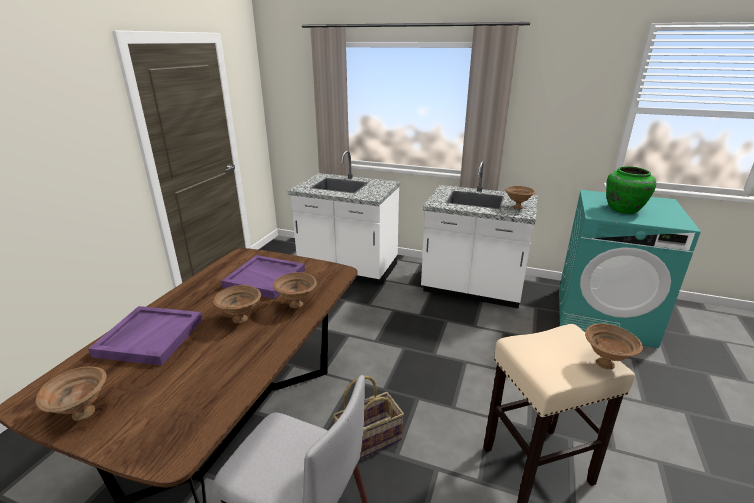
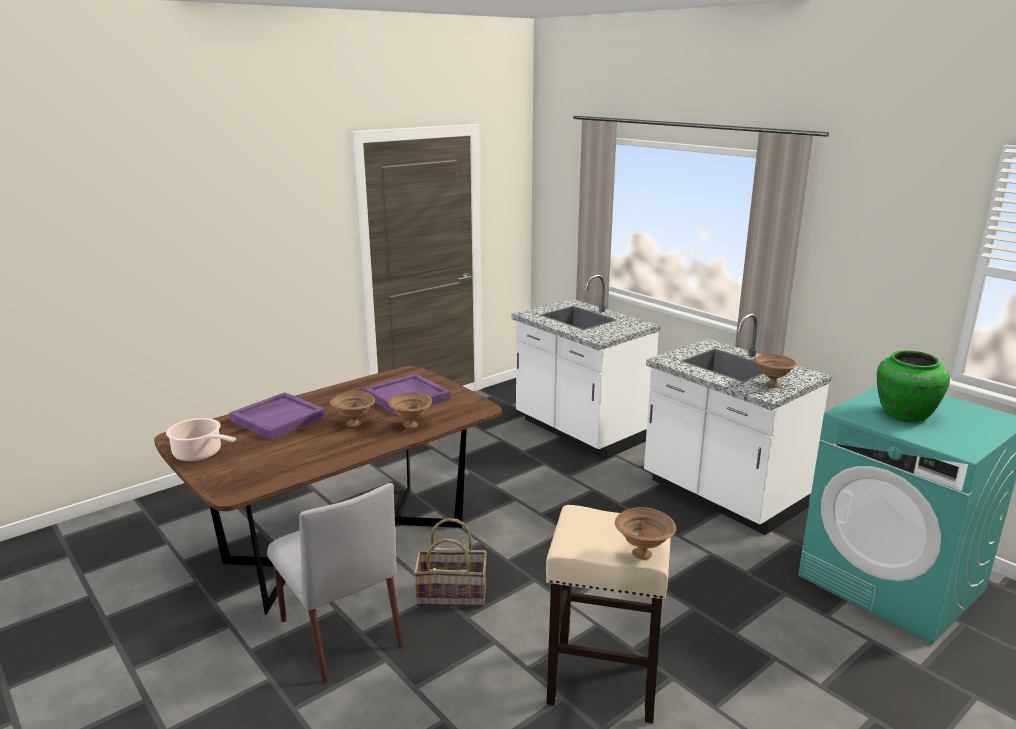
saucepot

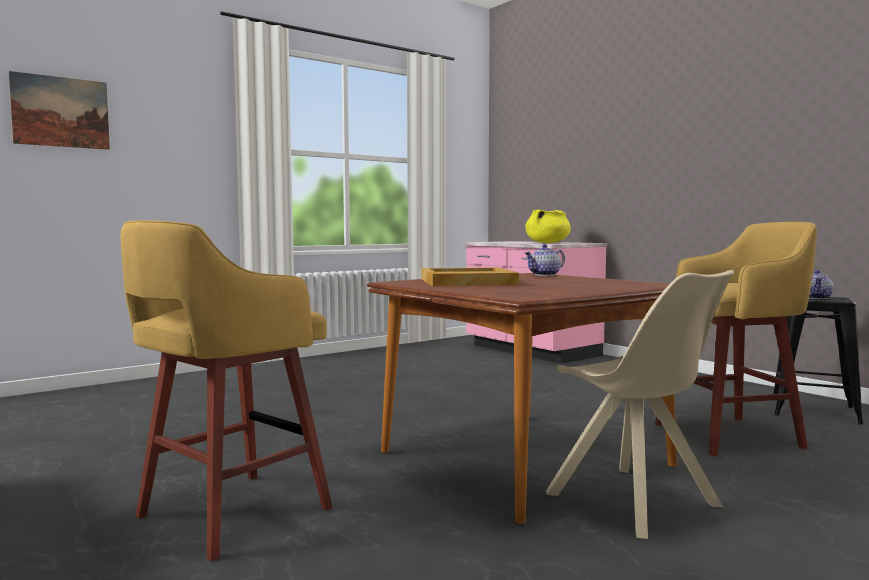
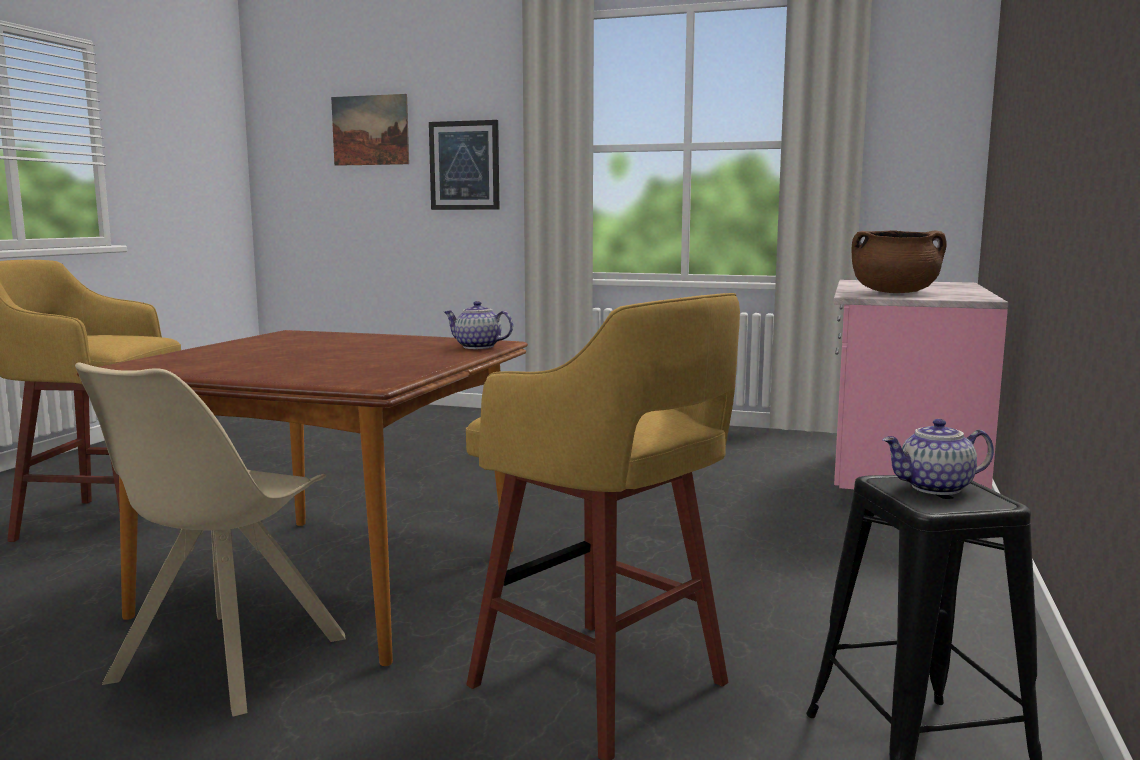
tray in beige-coloured
saucepot in brownish
wall art (2nd from left)

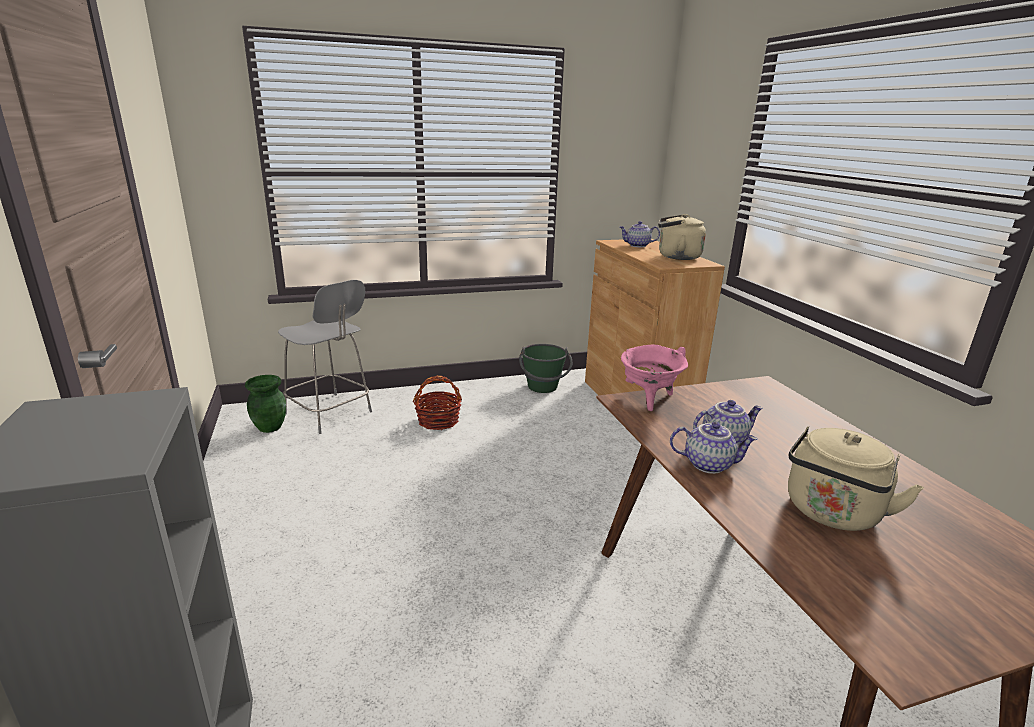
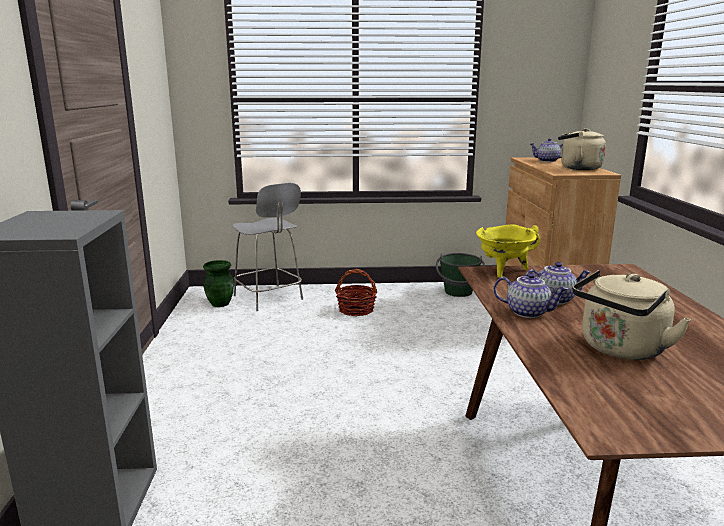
saucepot in yellow-coloured

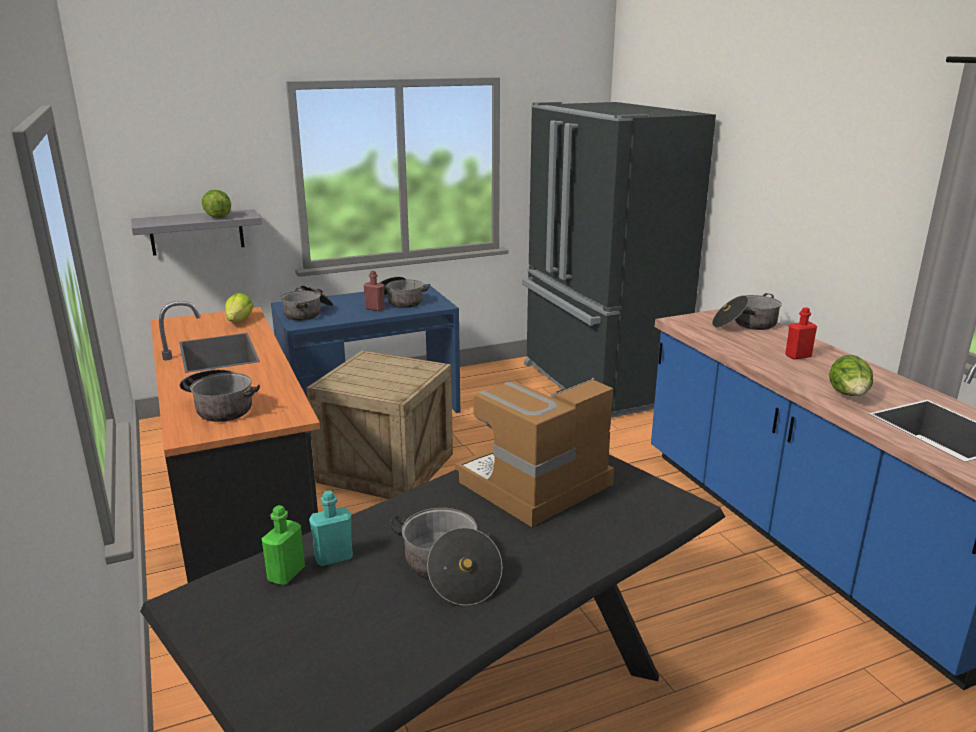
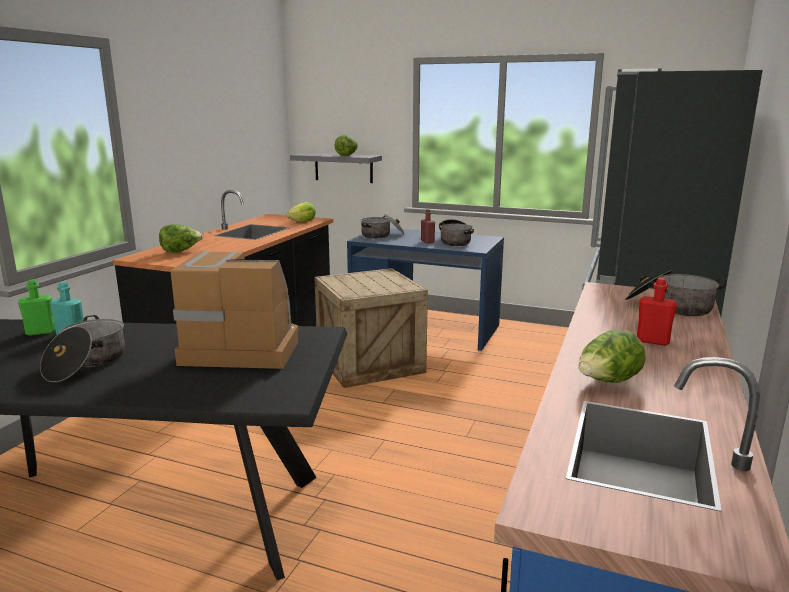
lettuce (1st from left)

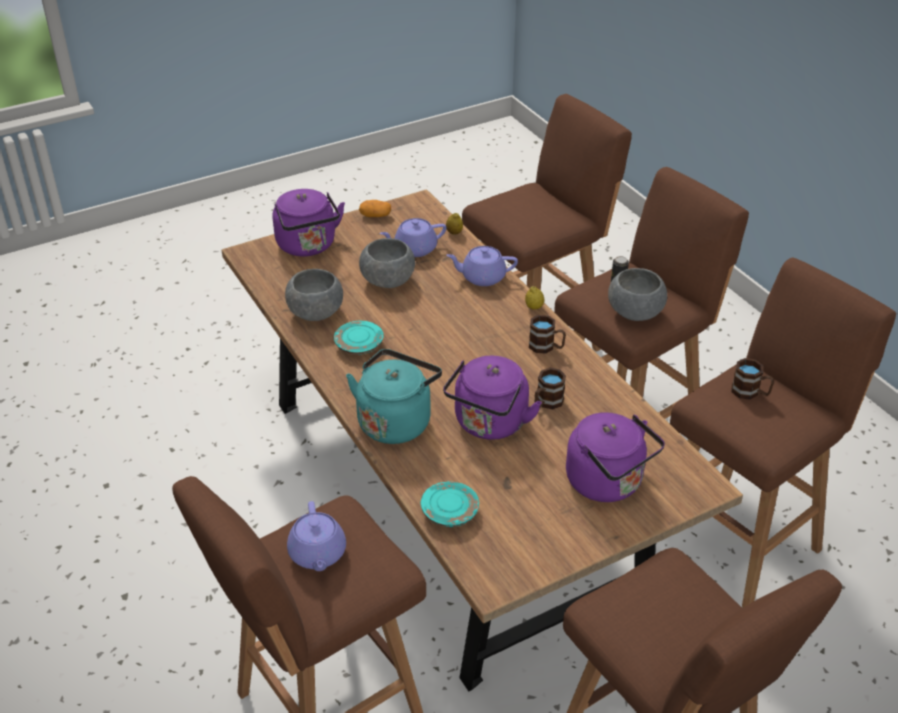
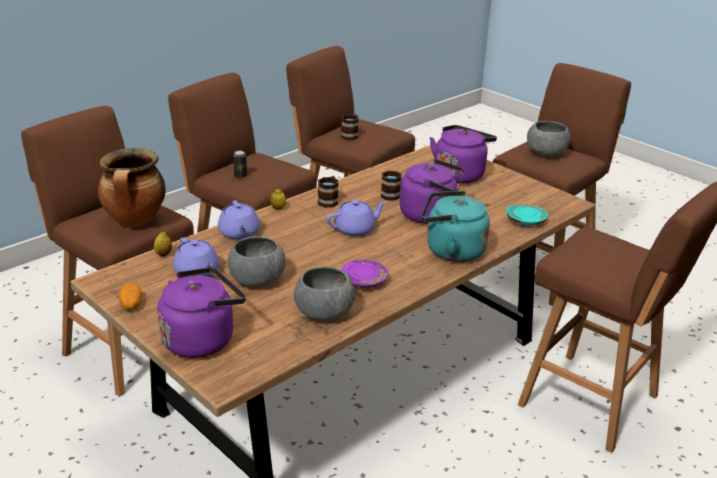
tea pot in purplish (3rd from left)
flat dish in purplish
serving bowl in greyish (3rd from left)
saucepot

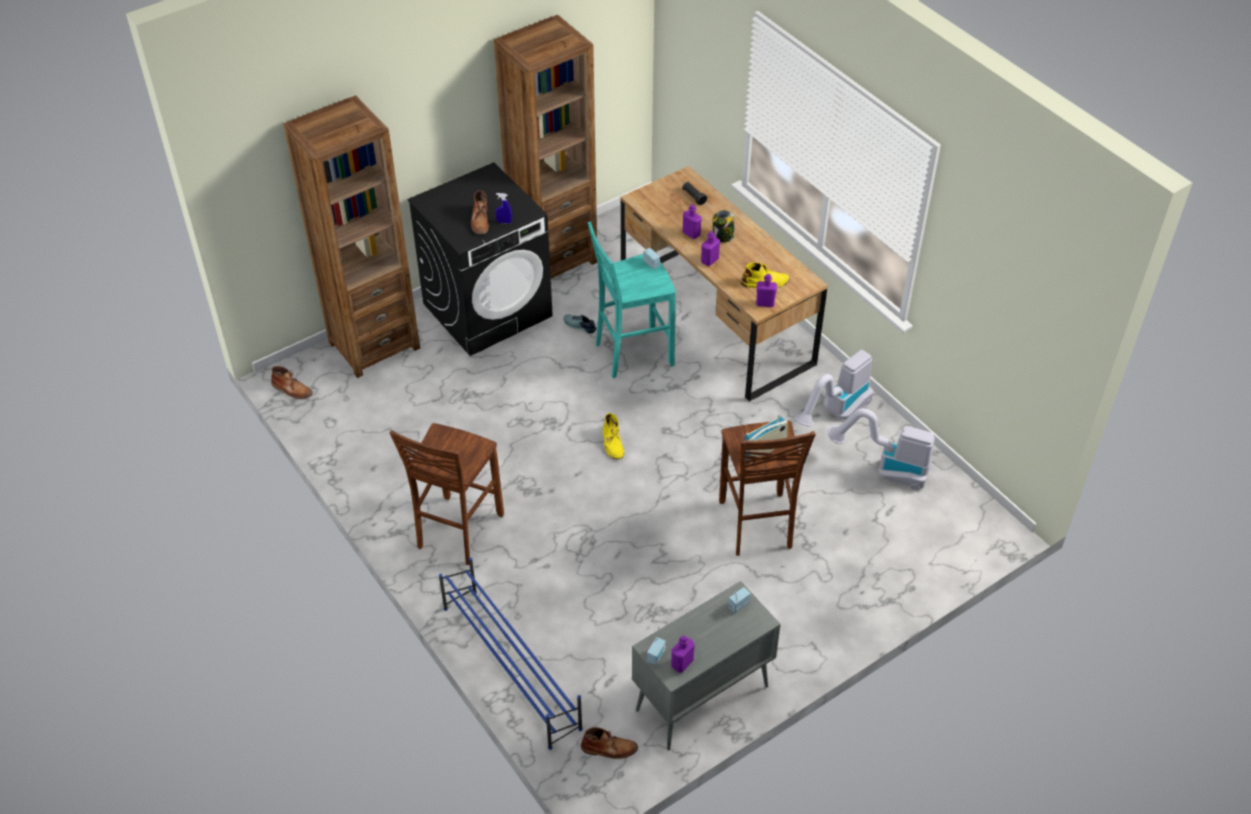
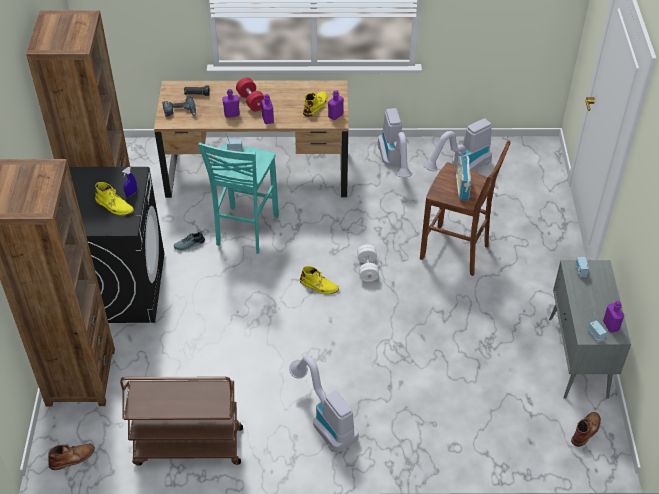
hoover (1st from left)
shoe stand in blue-coloured
boot in yellow-coloured (1st from left)
hand weight in red-coloured
trolley in brownish
power drill
hand weight in white

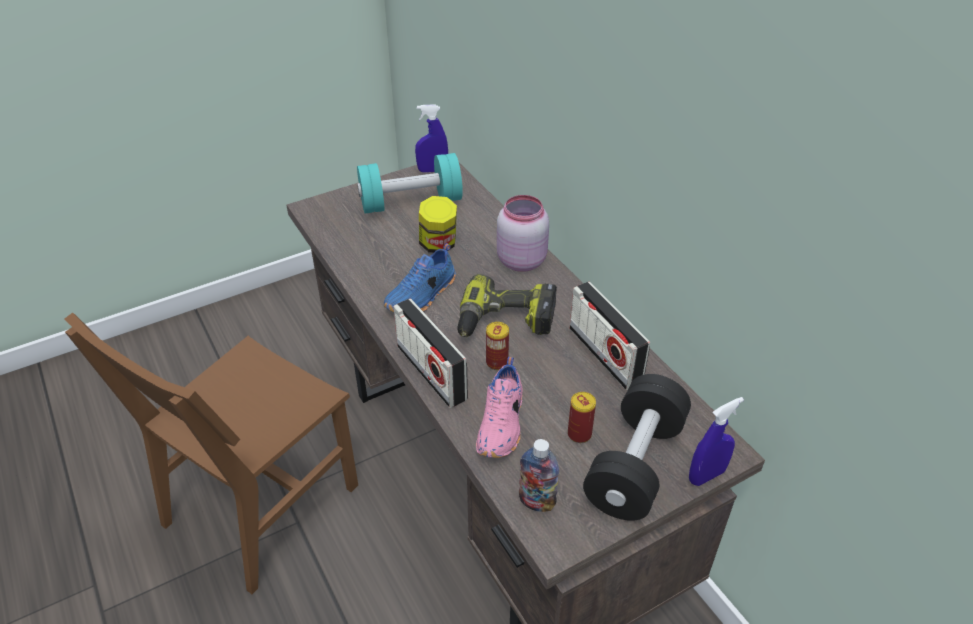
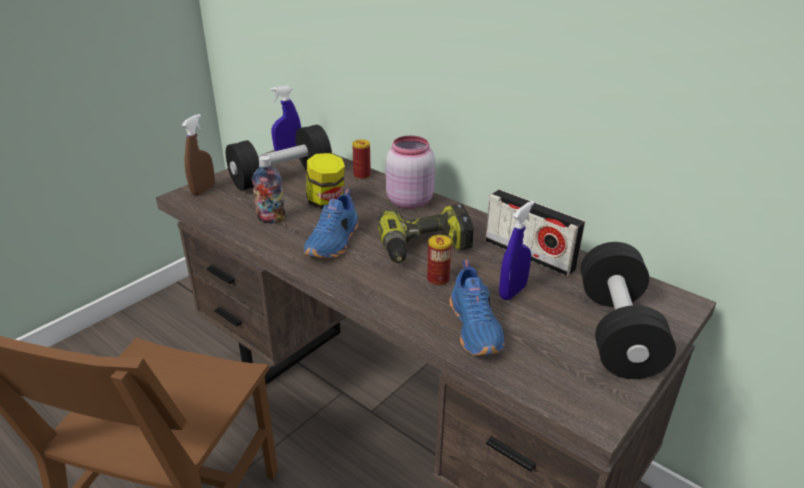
hand weight in black (1st from left)
radio receiver (1st from left in the first image)
low shoe in blue-coloured (2nd from left)
bottle
can (1st from left)
hand sprayer in blue-coloured (2nd from left)
hand sprayer in brownish

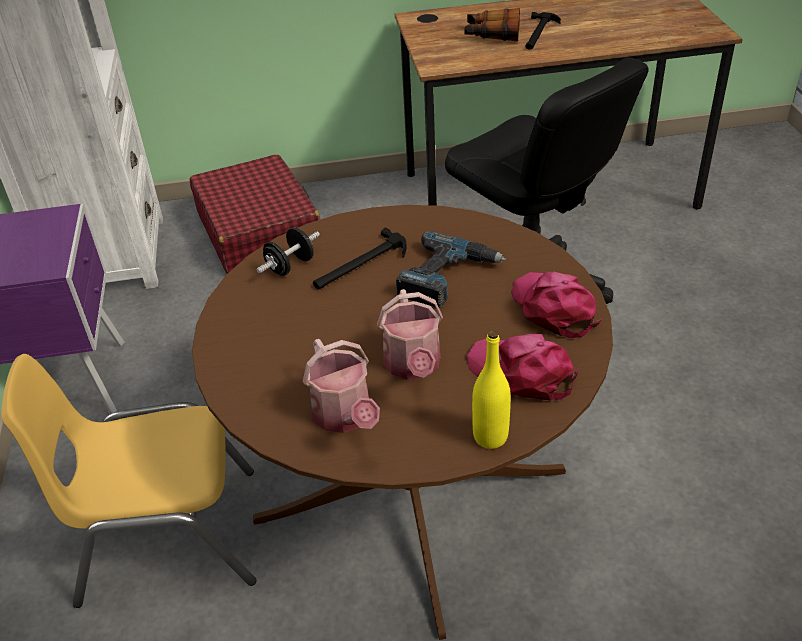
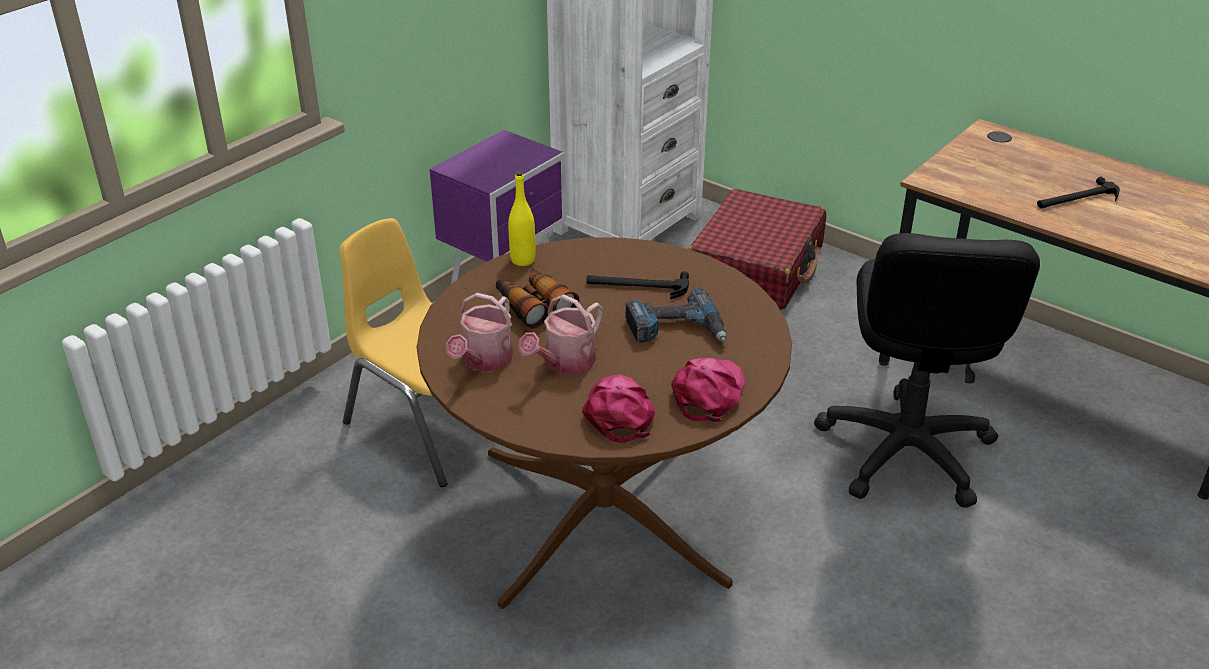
hand weight in black
binoculars
bottle in yellow-coloured

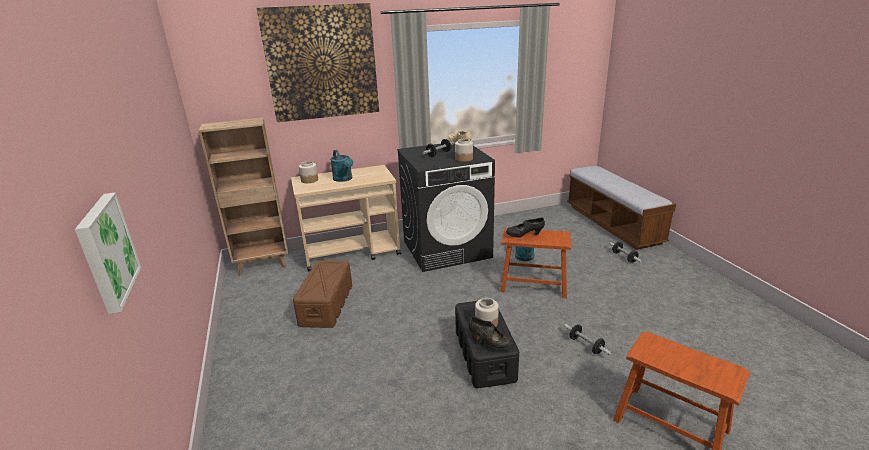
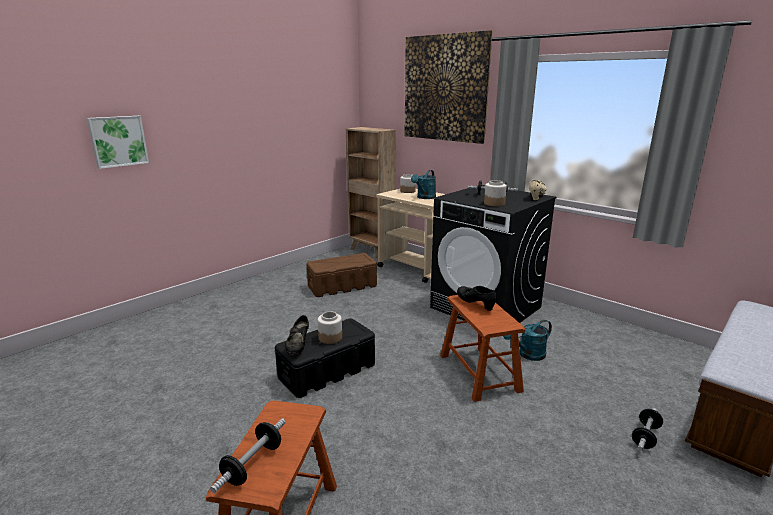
hand weight (1st from left)

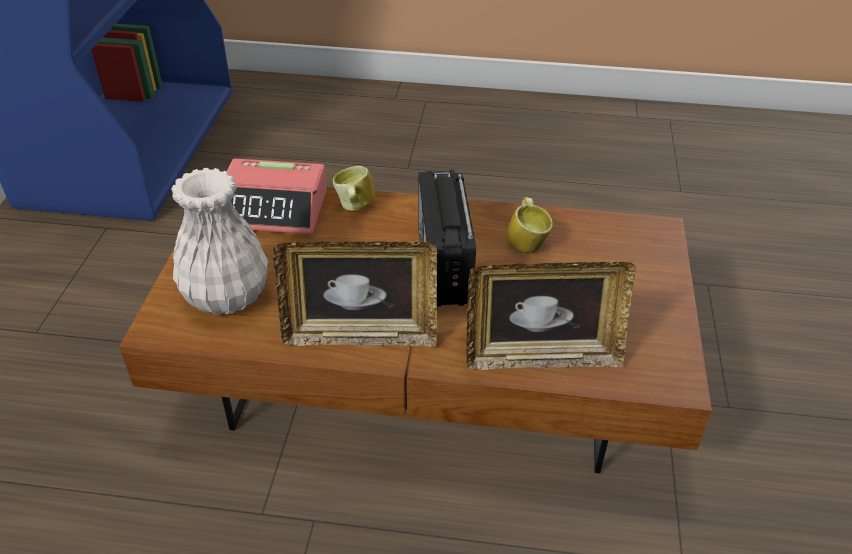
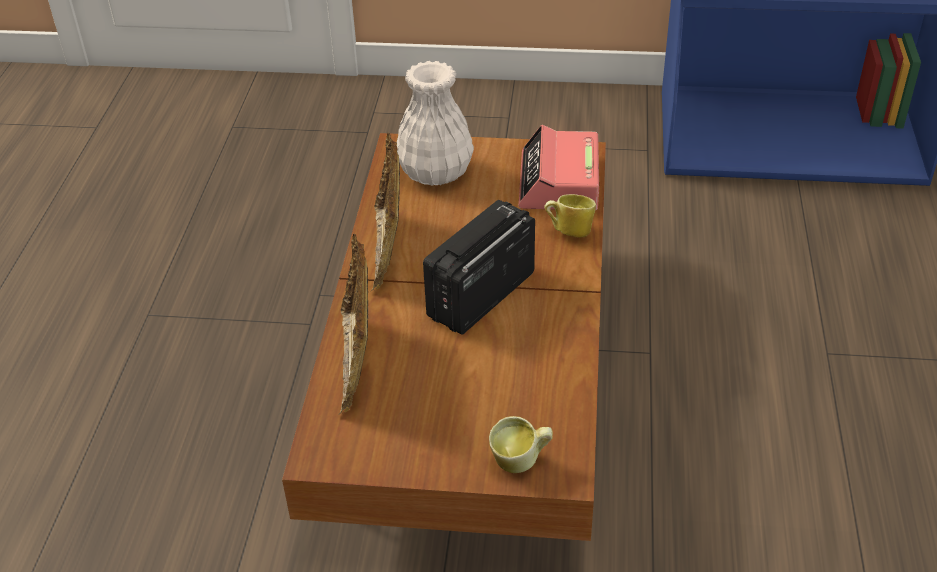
radio receiver
tea mug (1st from left)

